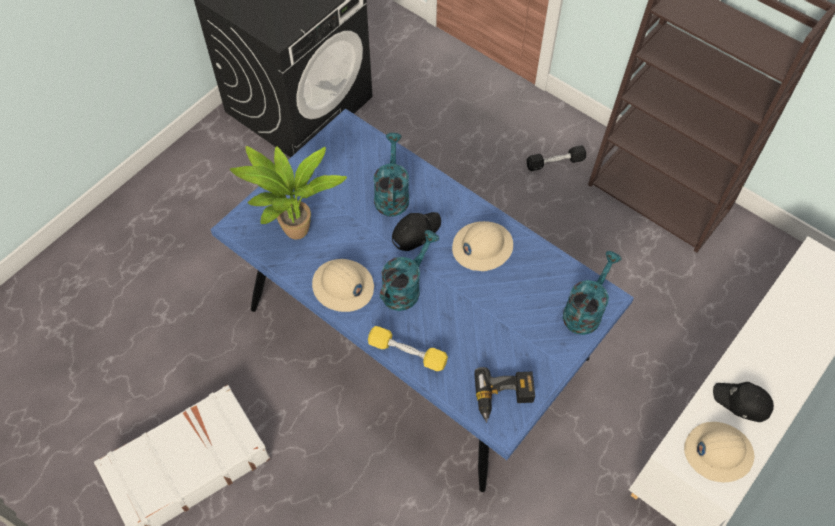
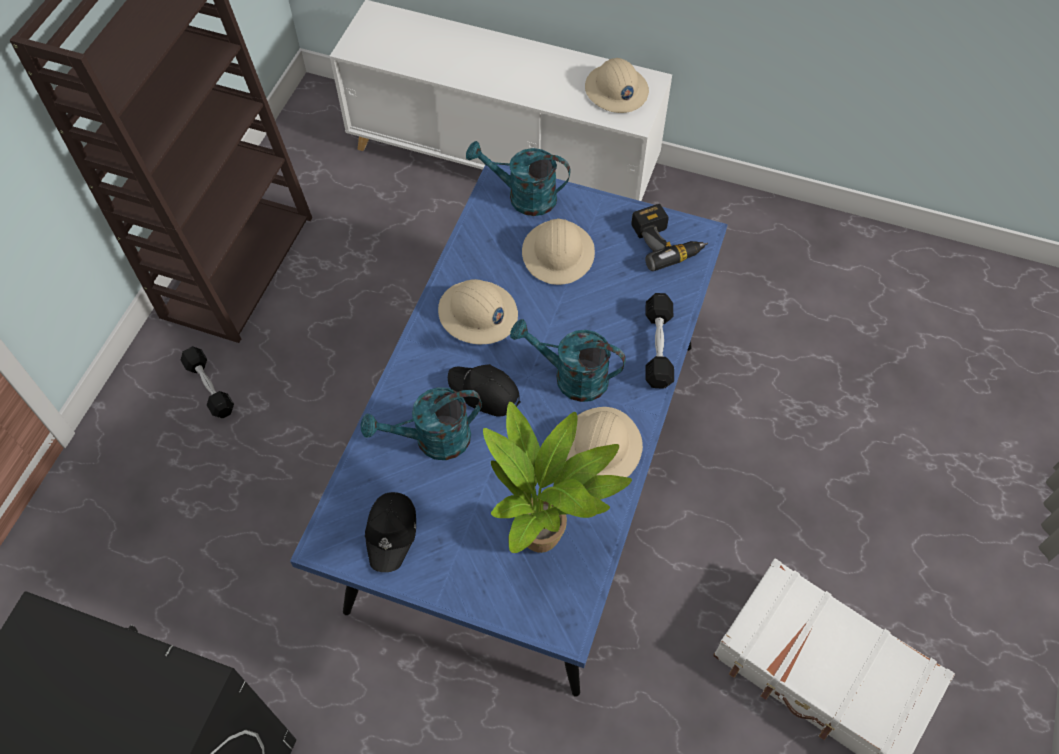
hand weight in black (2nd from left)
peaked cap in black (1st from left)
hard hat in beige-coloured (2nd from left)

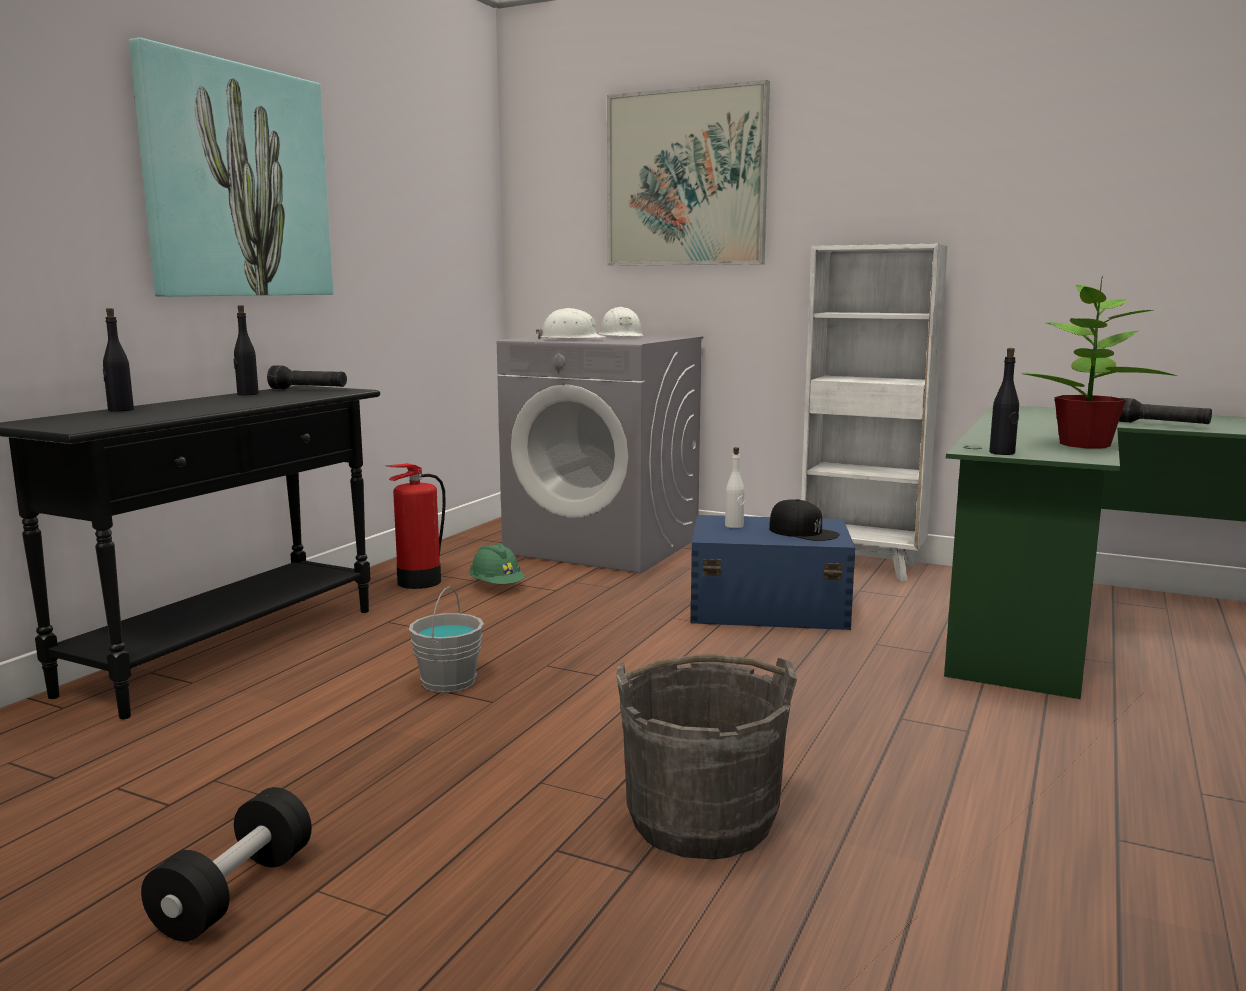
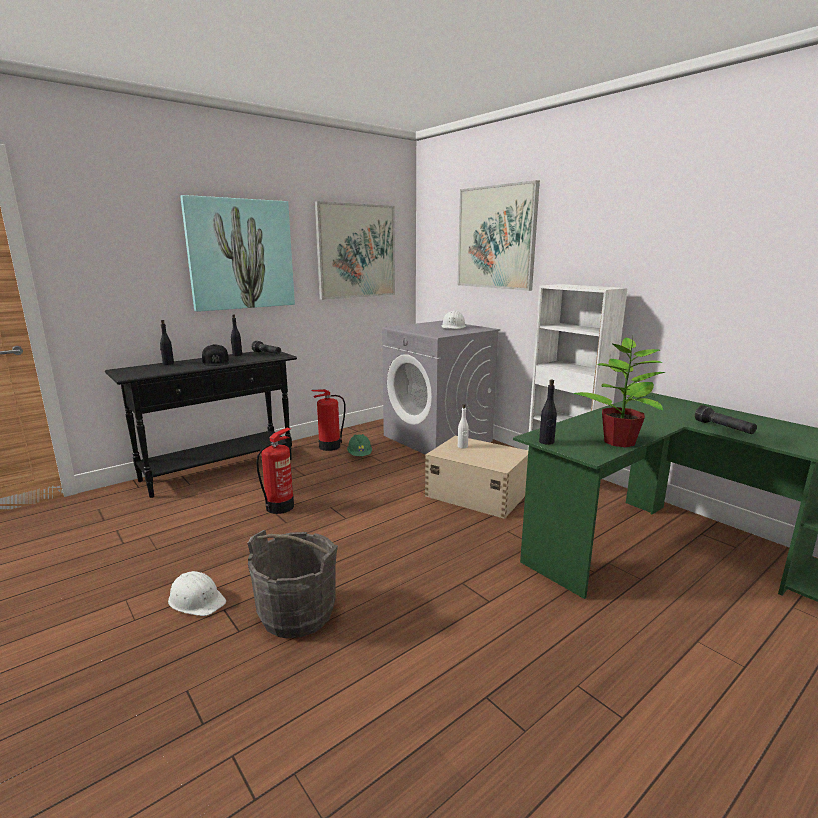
hand weight in black
fire extinguisher (1st from left)
hard hat in white (1st from left)
storage box in beige-coloured
peaked cap in black
wall art (2nd from left)

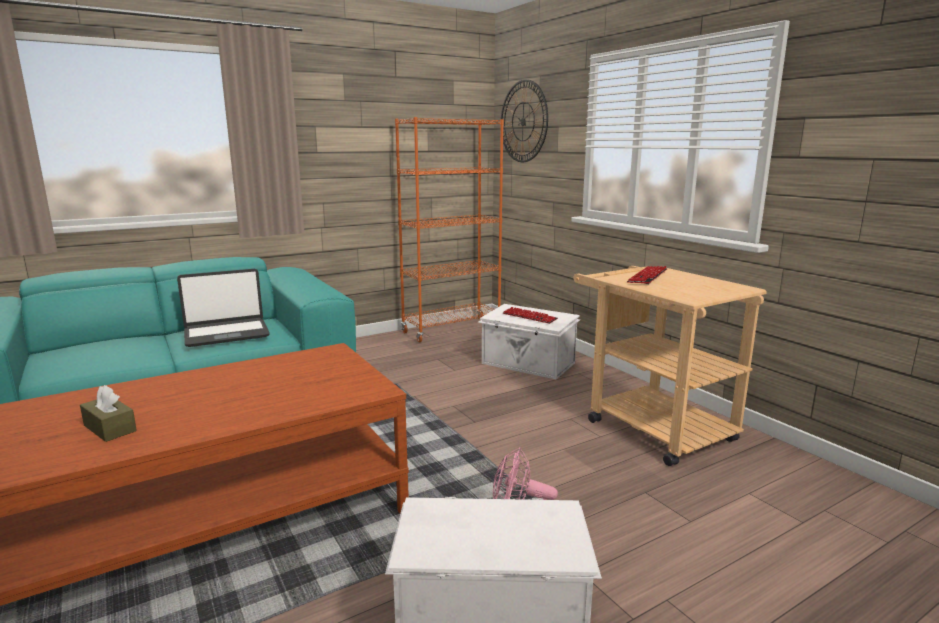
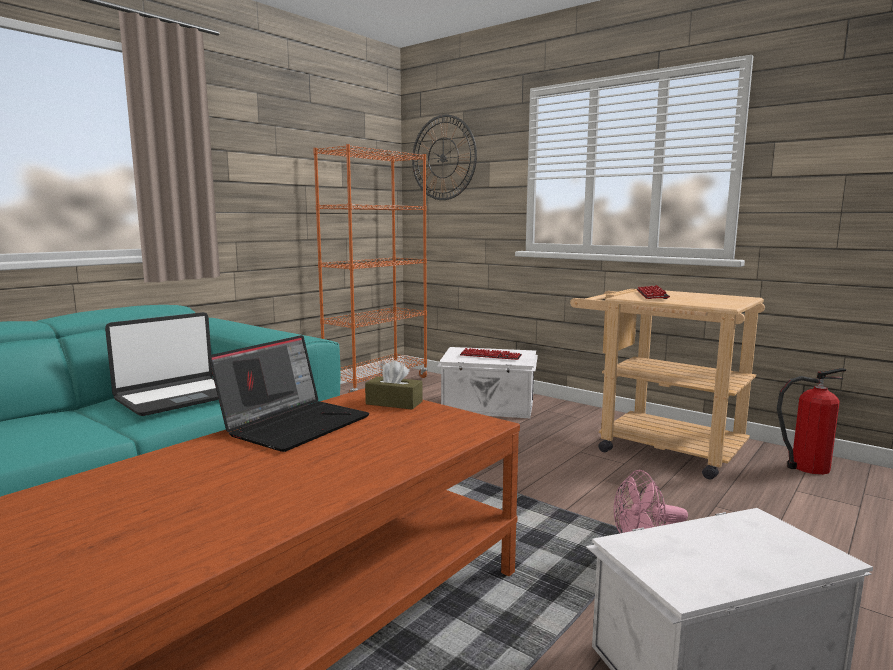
tissue holder in brownish
portable computer (2nd from left)
fire extinguisher

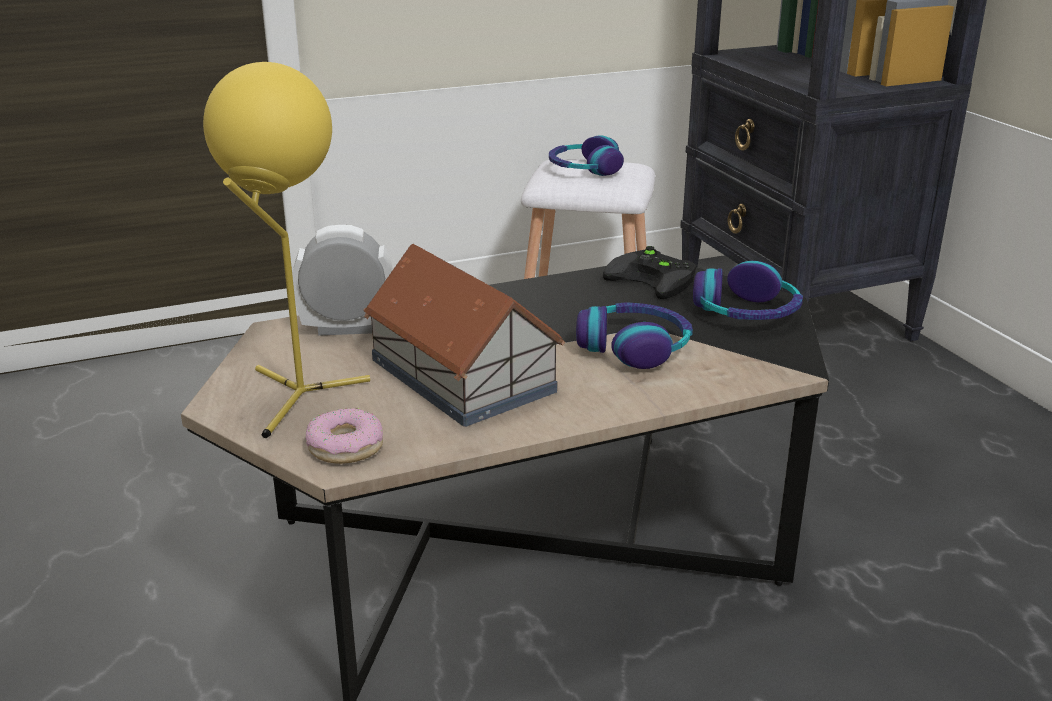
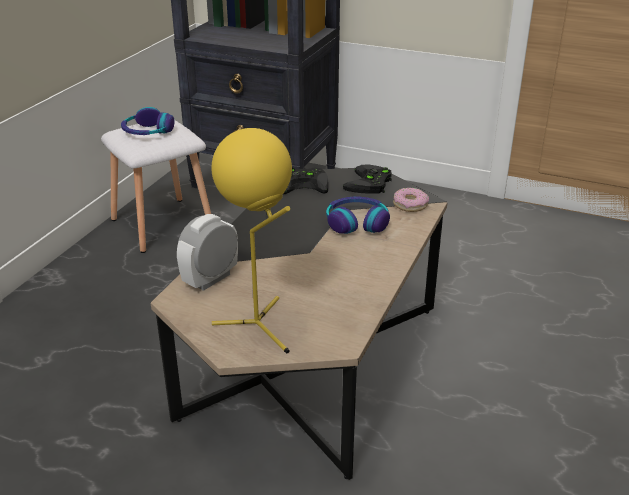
ring doughnut
model house
joypad in black (2nd from left)

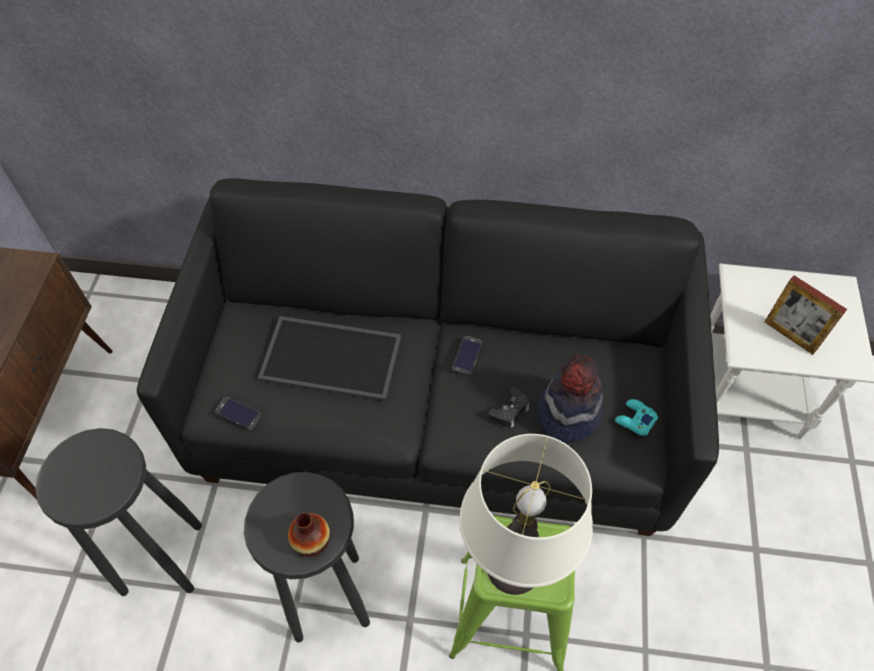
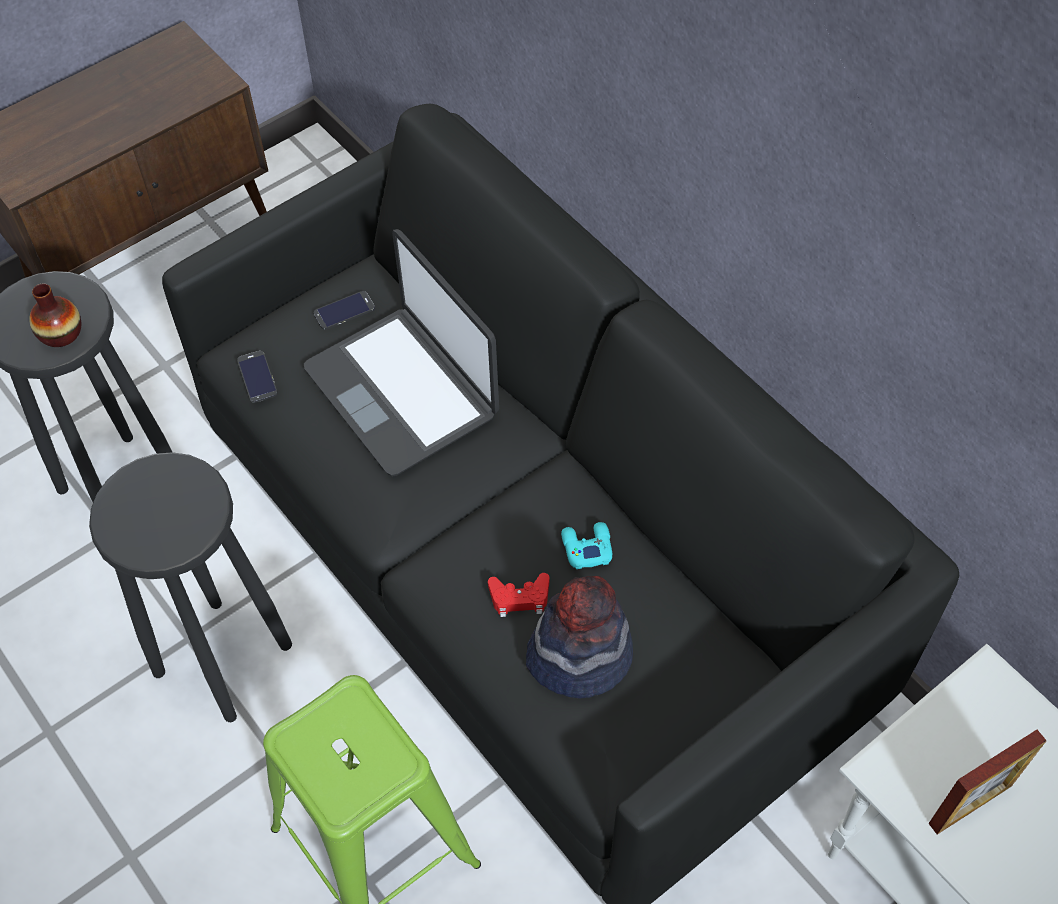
portable computer
vase
phone (2nd from left)
lamp for a table in white
joypad in red-coloured
joypad in blue-green
picture frame

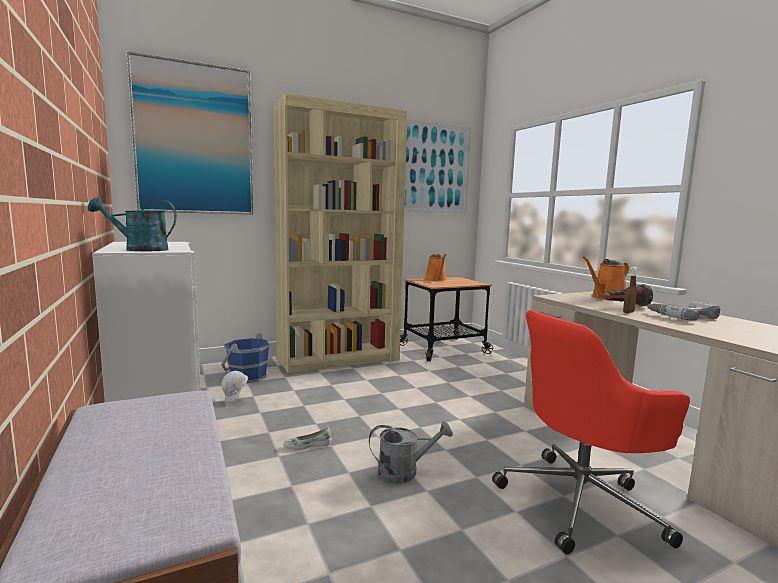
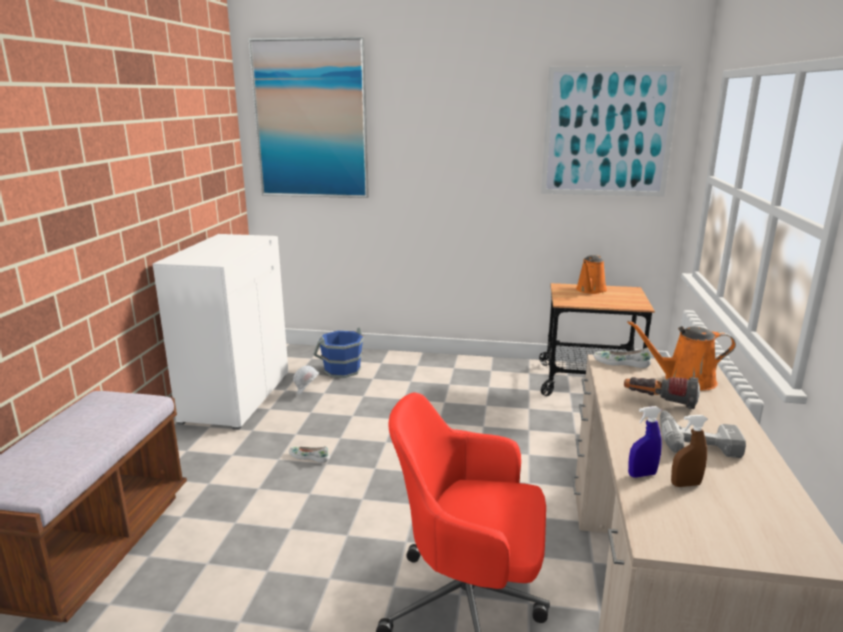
watering can in blue-green
shelving unit in beige-coloured
watering can in greyish
hand sprayer in brownish
low shoe in white (2nd from left)
hand sprayer in blue-coloured

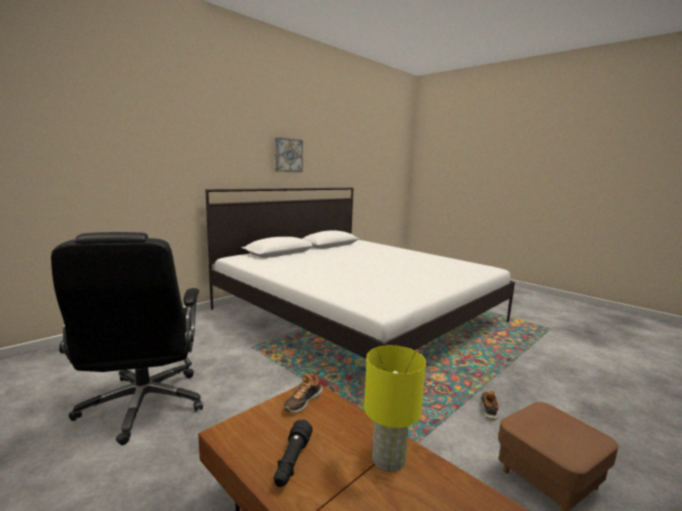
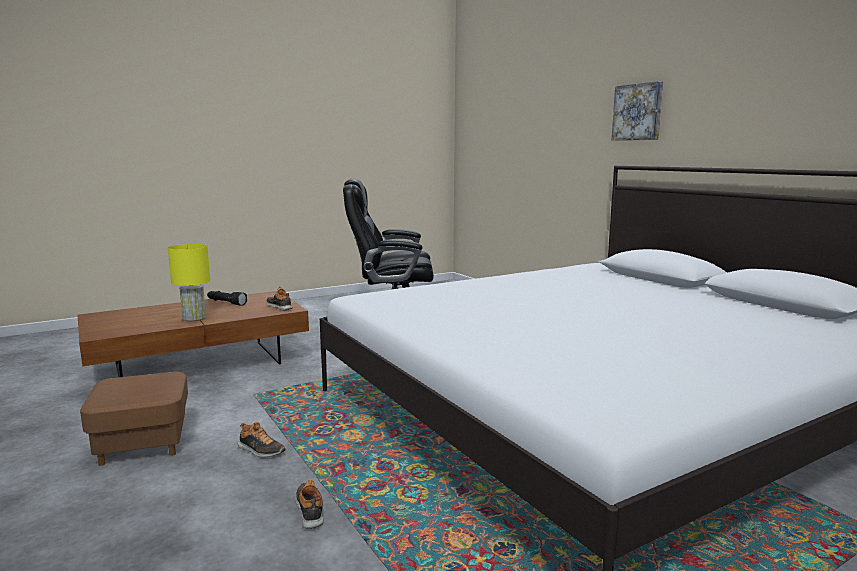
wall art
low shoe (3rd from left)

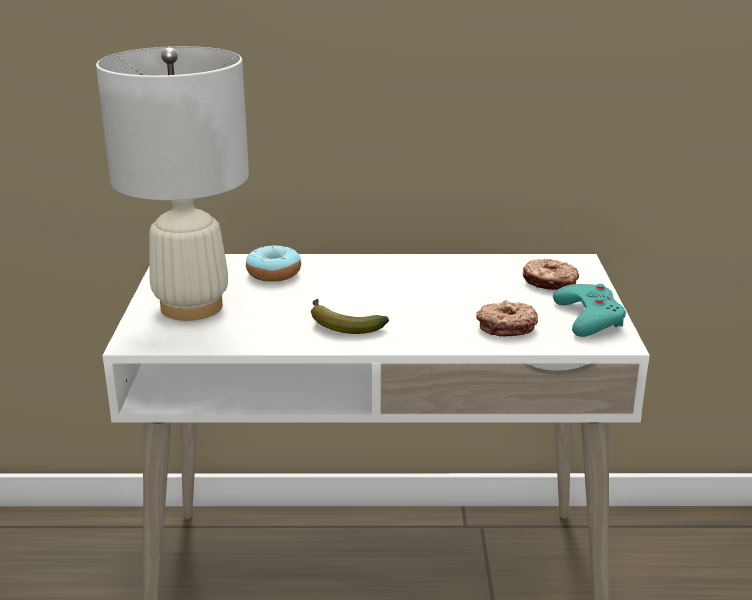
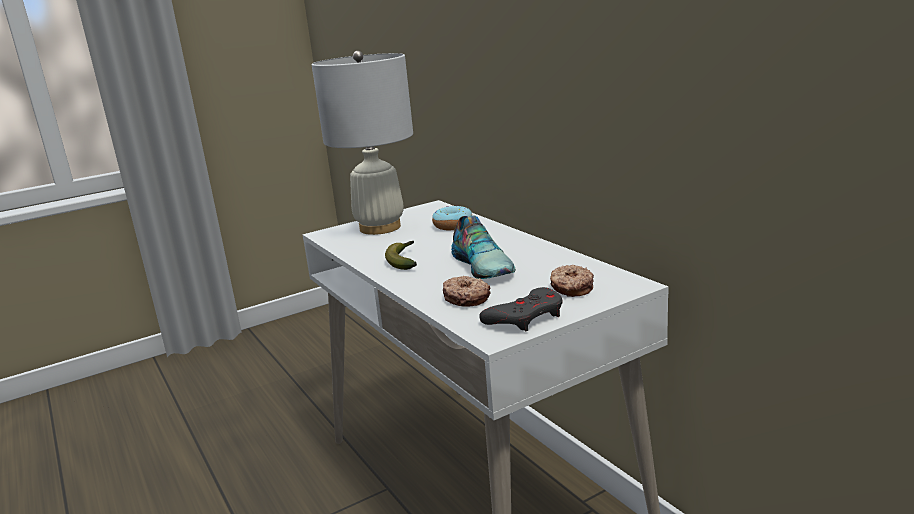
joypad in greyish
low shoe

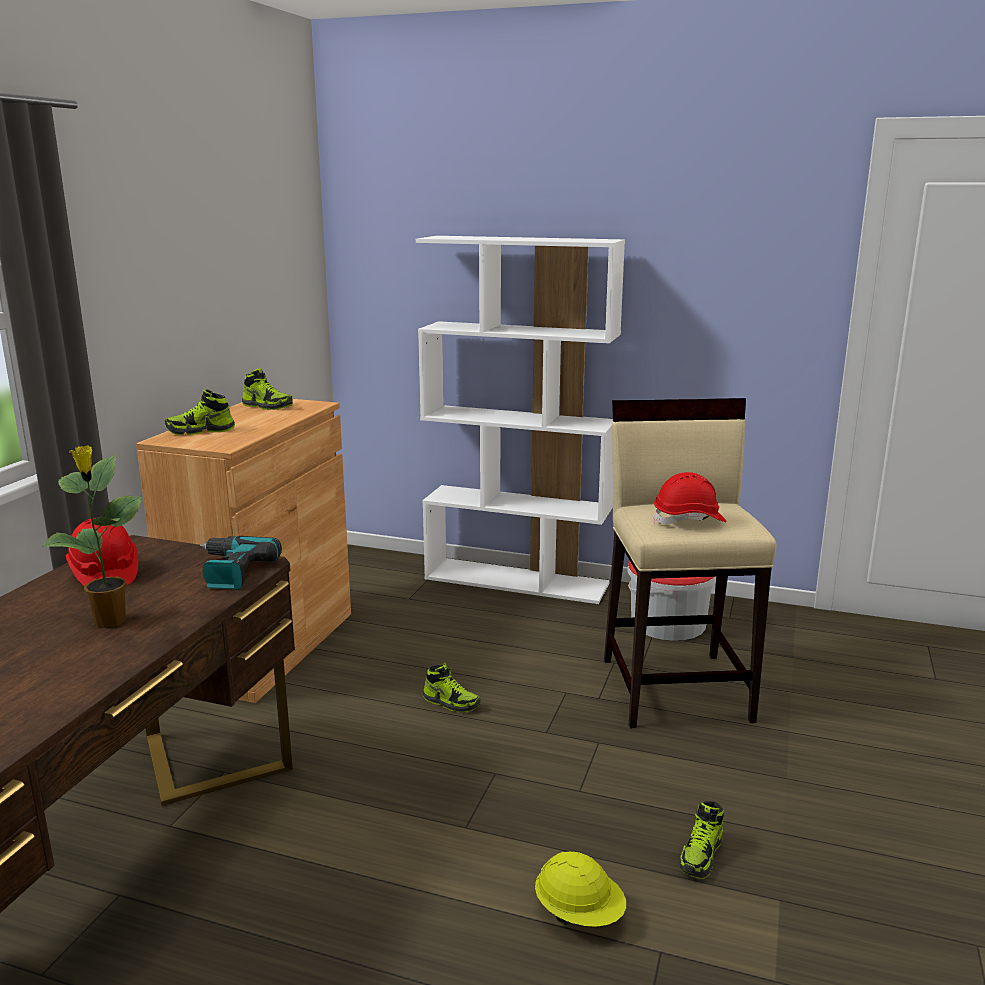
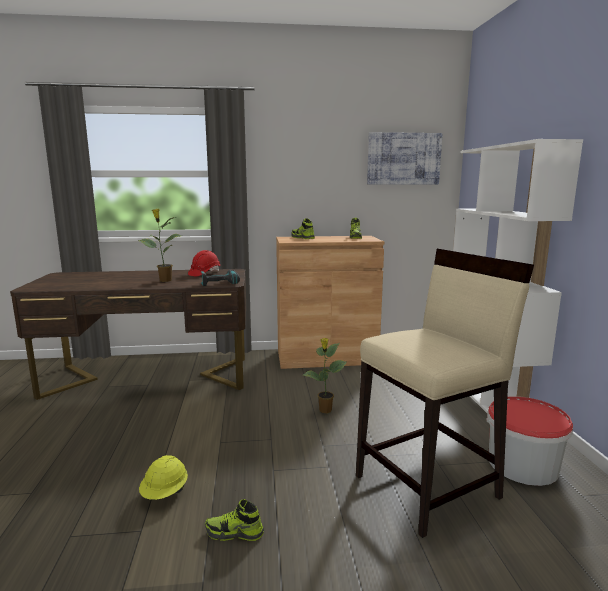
plant in a pot (2nd from left)
hard hat in red-coloured (2nd from left in the first image)
wall art

